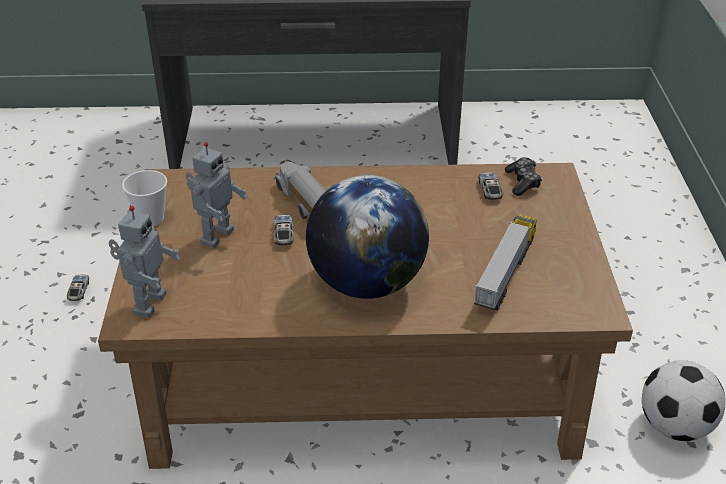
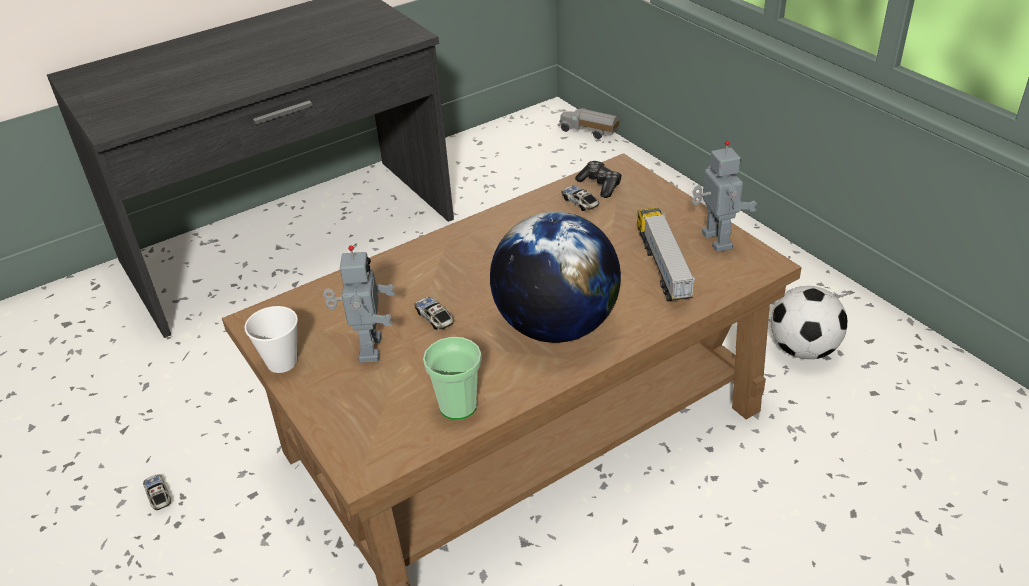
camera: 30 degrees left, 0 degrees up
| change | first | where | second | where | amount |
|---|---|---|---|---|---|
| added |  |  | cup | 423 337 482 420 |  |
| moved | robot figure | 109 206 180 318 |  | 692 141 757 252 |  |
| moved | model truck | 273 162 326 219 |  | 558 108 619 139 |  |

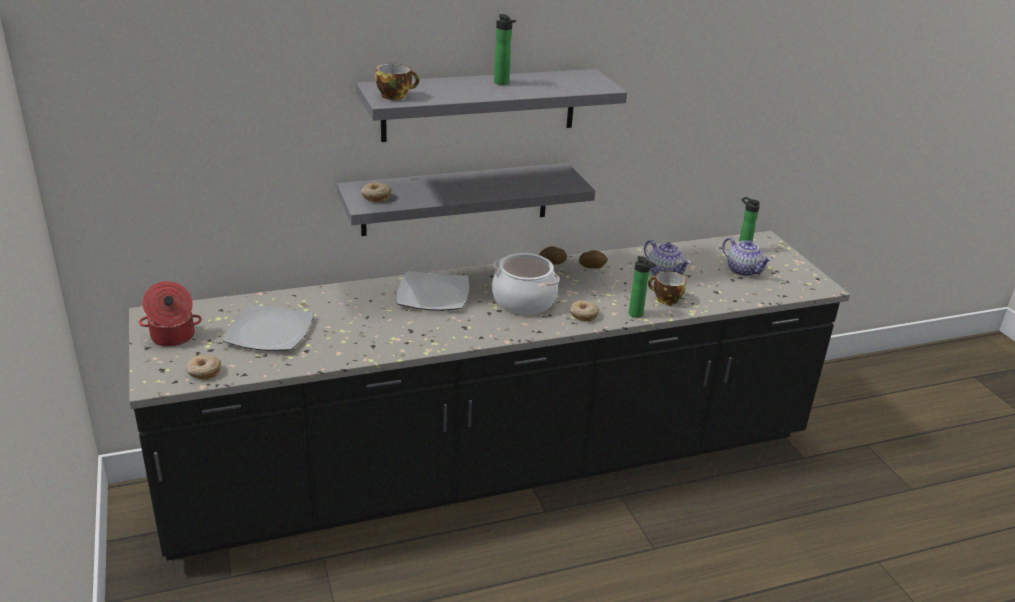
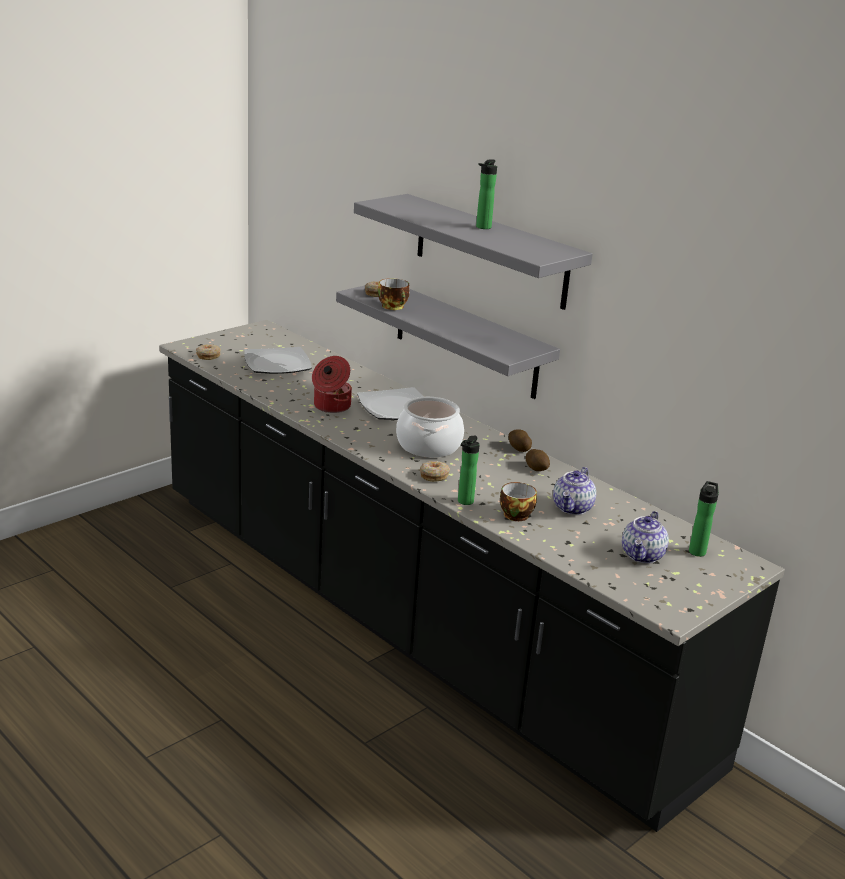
camera: 65 degrees right, 5 degrees down
| change | first | where | second | where | amount |
|---|---|---|---|---|---|
| moved | saucepot | 139 281 202 347 |  | 312 356 352 413 |  |
| moved | cup | 375 64 419 100 |  | 378 278 410 310 |  |

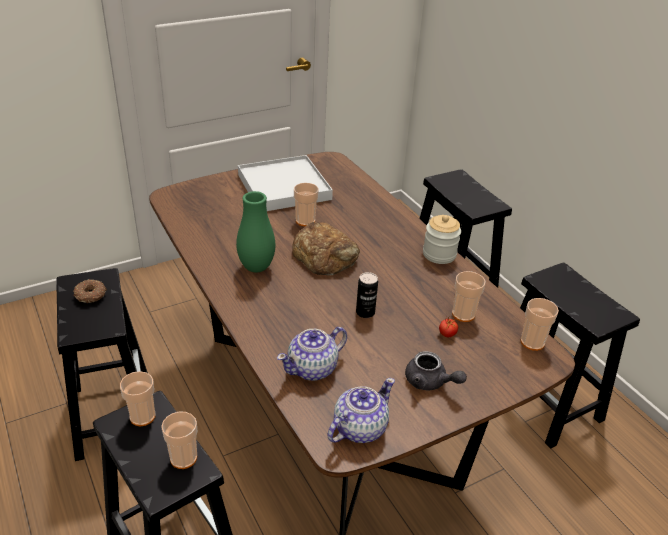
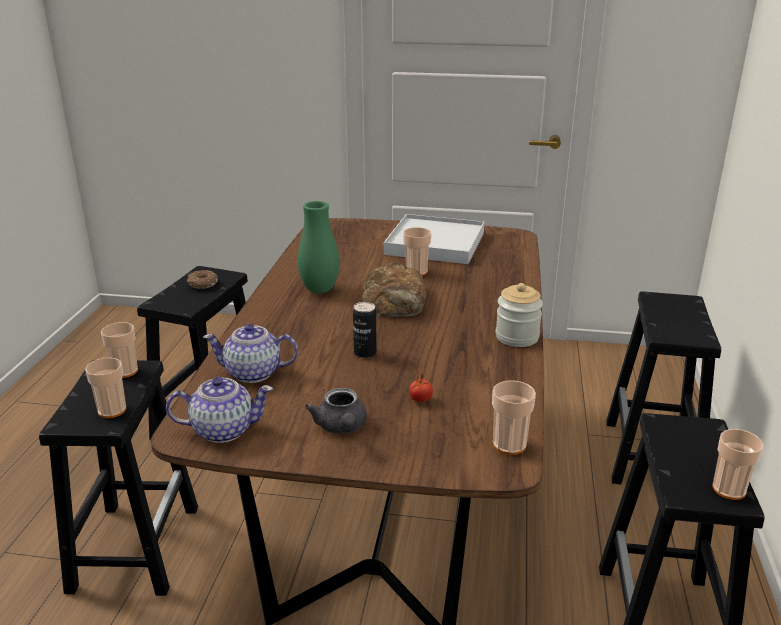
camera: 40 degrees right, 10 degrees down
| change | first | where | second | where | amount |
|---|---|---|---|---|---|
| moved | cup | 452 271 485 322 |  | 712 429 764 500 |  |

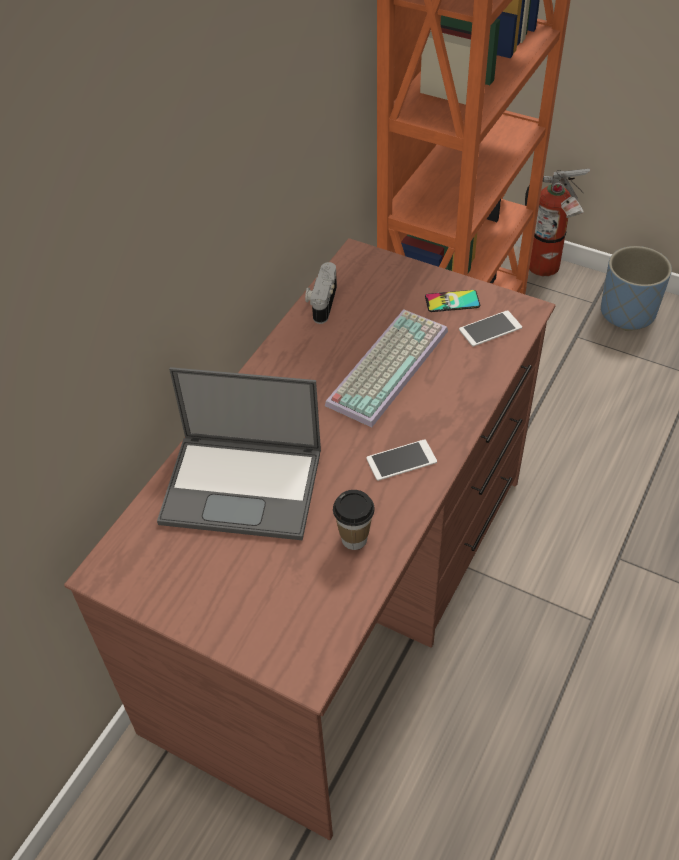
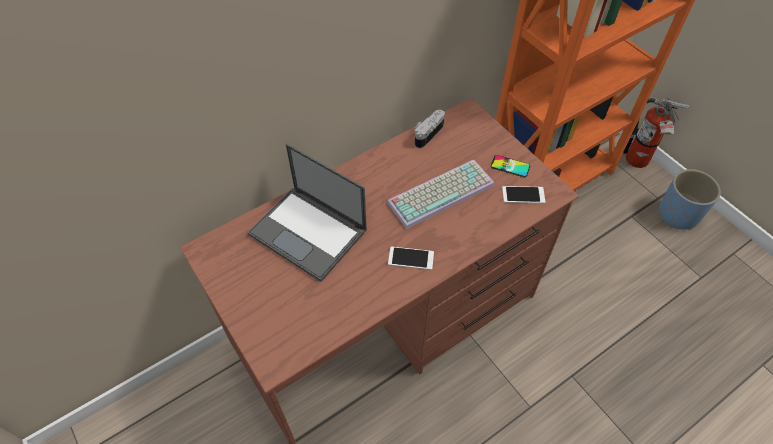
camera: 25 degrees right, 5 degrees up
| change | first | where | second | where | amount |
|---|---|---|---|---|---|
| removed | cup | 333 490 375 550 |  |  |  |

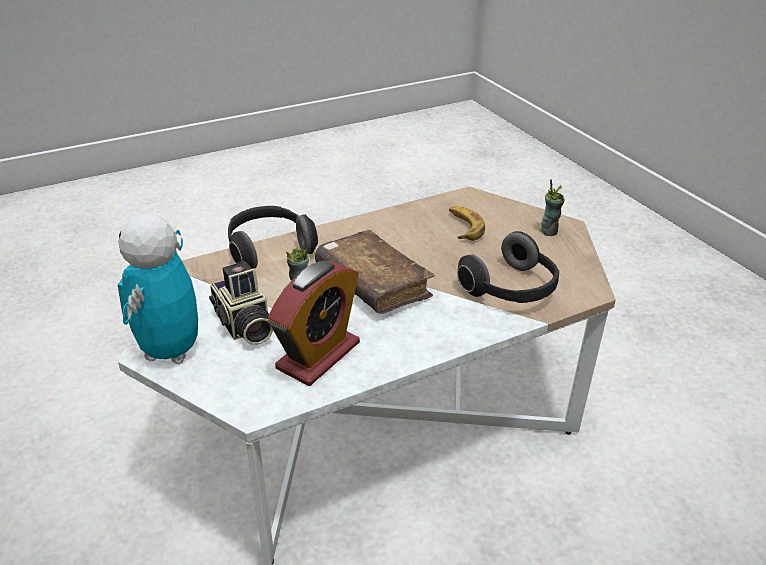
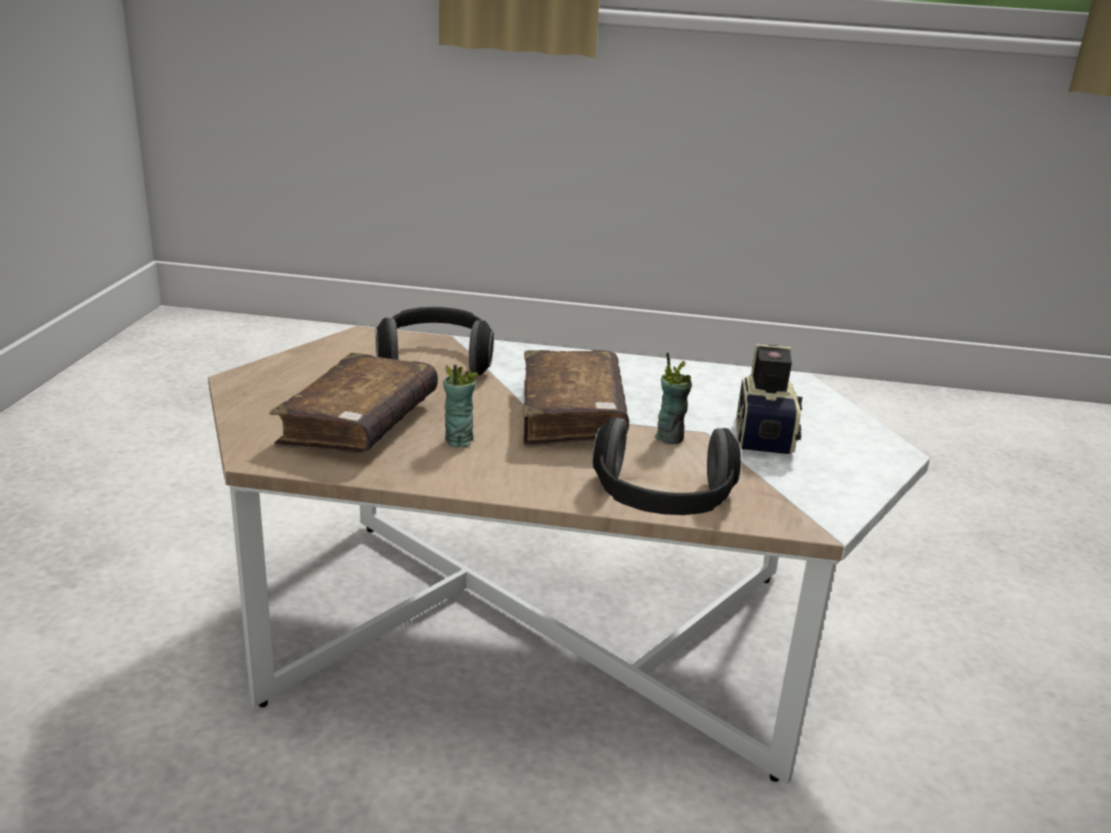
camera: 145 degrees left, 10 degrees down
| change | first | where | second | where | amount |
|---|---|---|---|---|---|
| removed | robot figure | 118 214 198 364 |  |  |  |
| removed | alarm clock | 268 261 360 386 |  |  |  |
| moved | cup | 540 179 564 236 |  | 443 364 478 447 |  |
| replaced | whole banana | 449 206 485 241 | bound book in brownish | 269 353 438 453 |  |

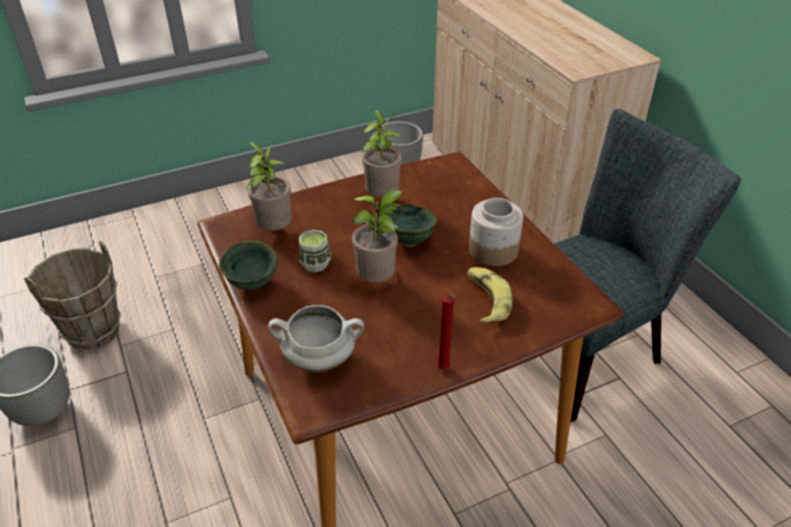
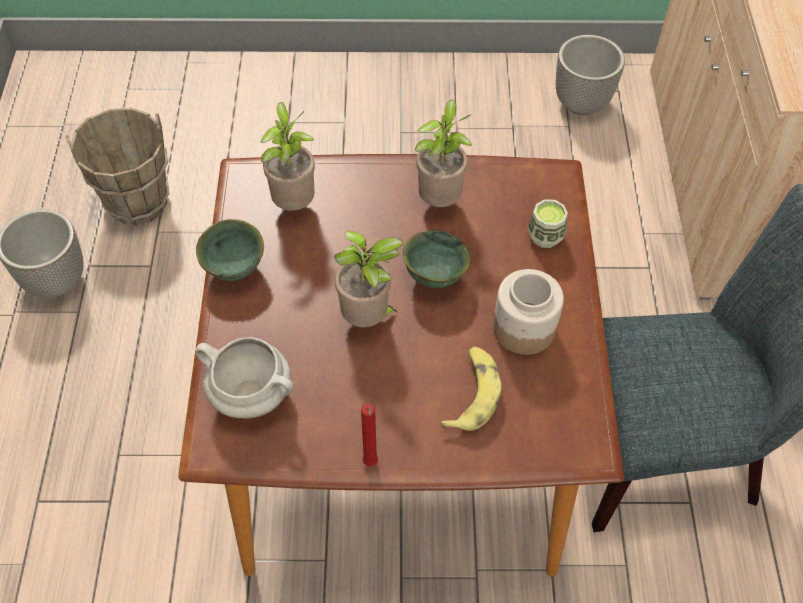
camera: 25 degrees right, 15 degrees up
| change | first | where | second | where | amount |
|---|---|---|---|---|---|
| moved | cup | 299 230 331 272 |  | 527 199 568 248 |  |

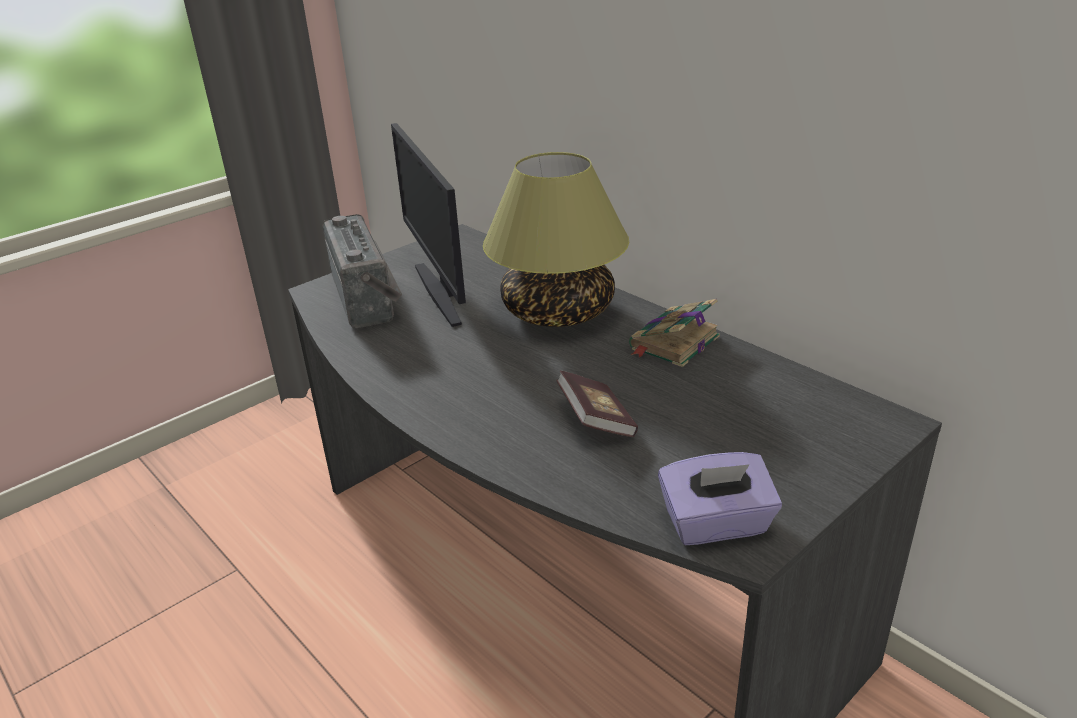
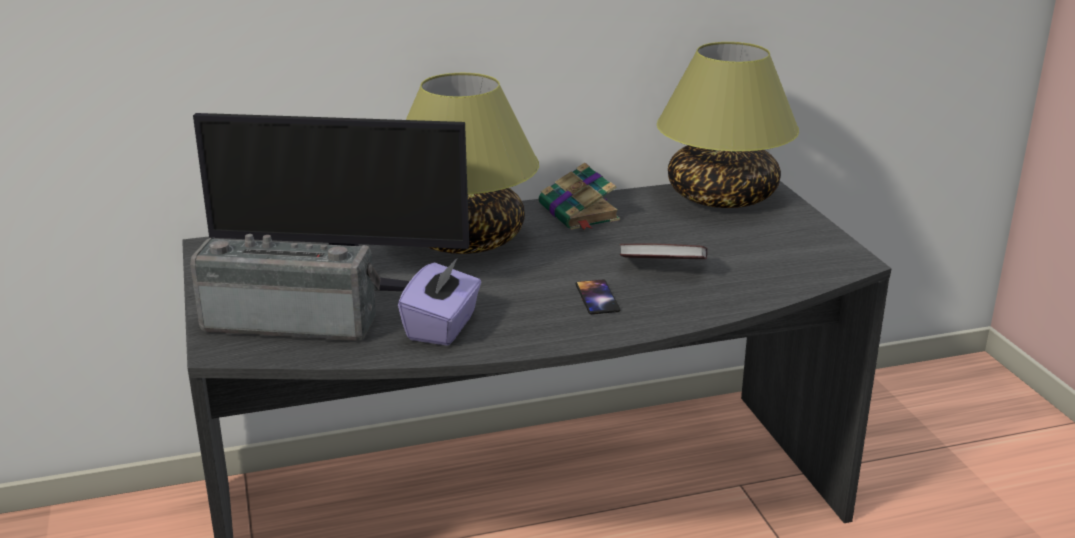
camera: 65 degrees left, 5 degrees down
| change | first | where | second | where | amount |
|---|---|---|---|---|---|
| added |  |  | telephone | 575 280 620 314 |  |
| added |  |  | lamp for a table | 657 42 799 208 |  |
| moved | tissue box in purplish | 658 452 782 545 |  | 398 259 481 346 |  |

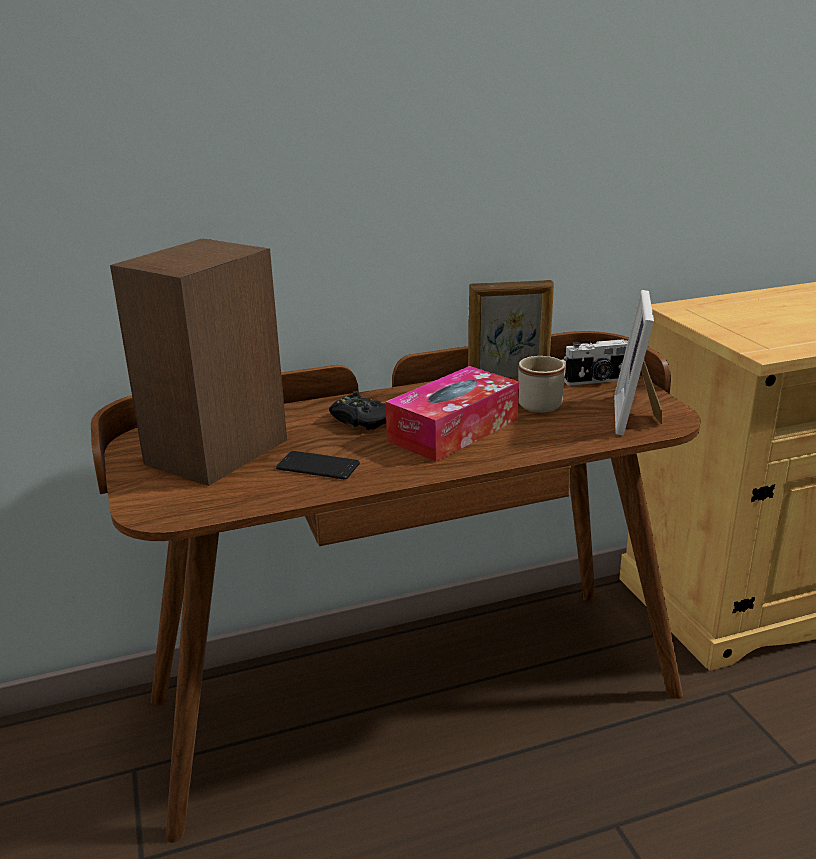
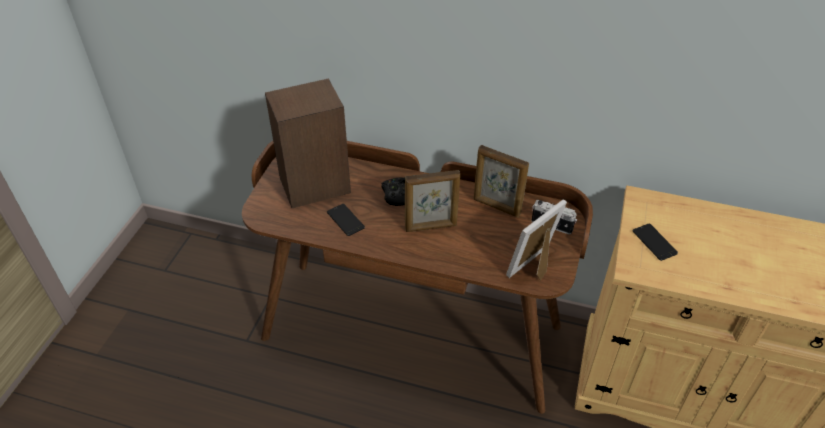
camera: 35 degrees right, 20 degrees up
| change | first | where | second | where | amount |
|---|---|---|---|---|---|
| removed | mug in beige | 518 356 566 413 |  |  |  |
| added |  |  | telephone | 633 224 678 261 |  |
| replaced | tissue box | 386 366 519 462 | picture frame | 405 170 460 232 |  |

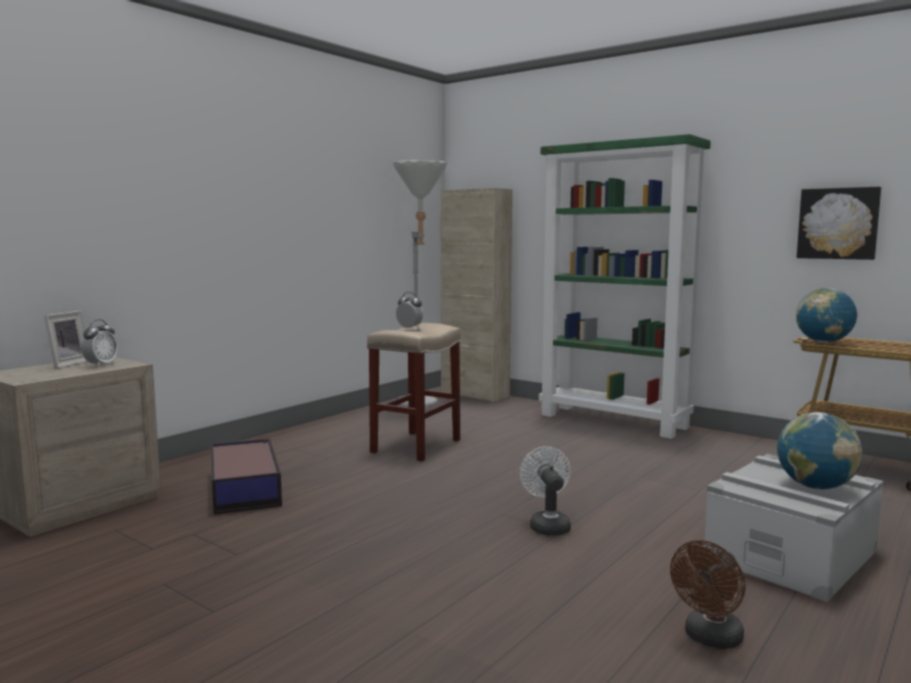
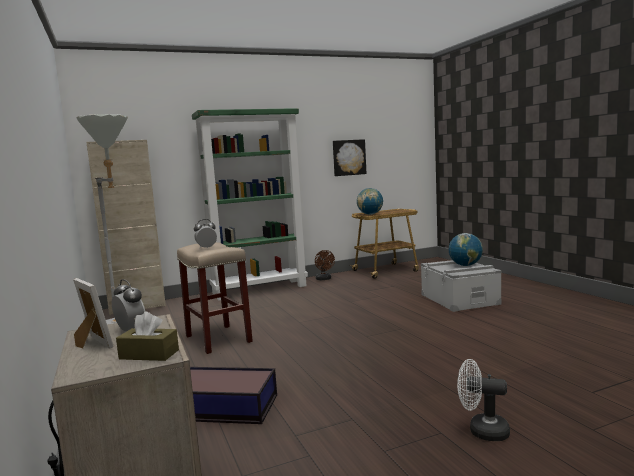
camera: 60 degrees left, 0 degrees up
| change | first | where | second | where | amount |
|---|---|---|---|---|---|
| added |  |  | tissue box in brownish | 116 312 179 361 |  |
| moved | electric fan in white | 520 446 571 536 |  | 457 359 510 441 |  |
| moved | electric fan in brownish | 670 540 745 649 |  | 315 250 335 280 |  |

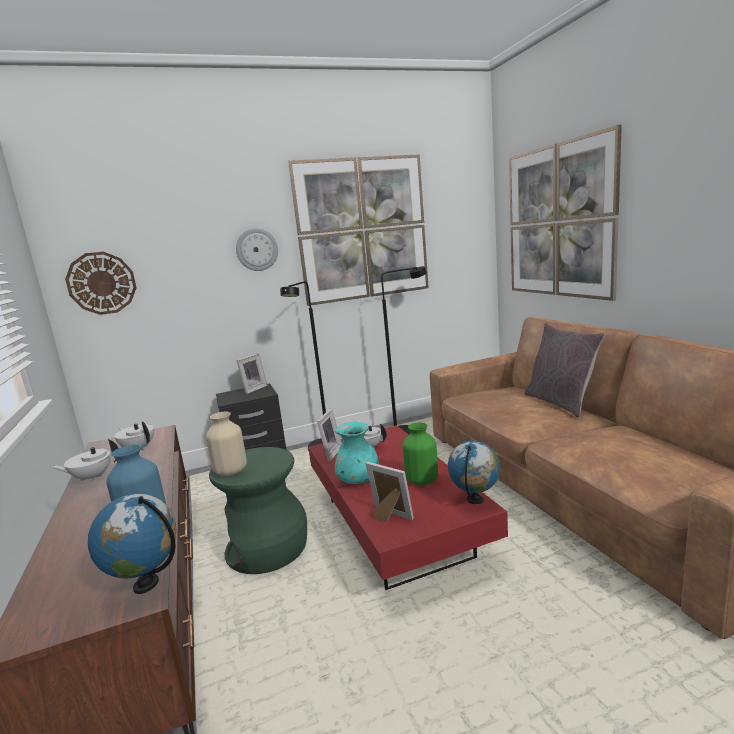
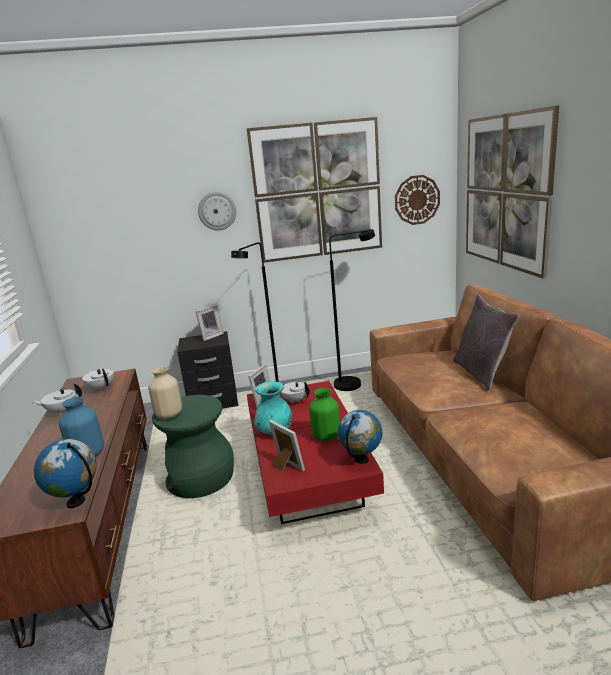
camera: 10 degrees right, 5 degrees up
| change | first | where | second | where | amount |
|---|---|---|---|---|---|
| moved | clock on the wall | 65 252 136 315 |  | 395 175 440 225 |  |

